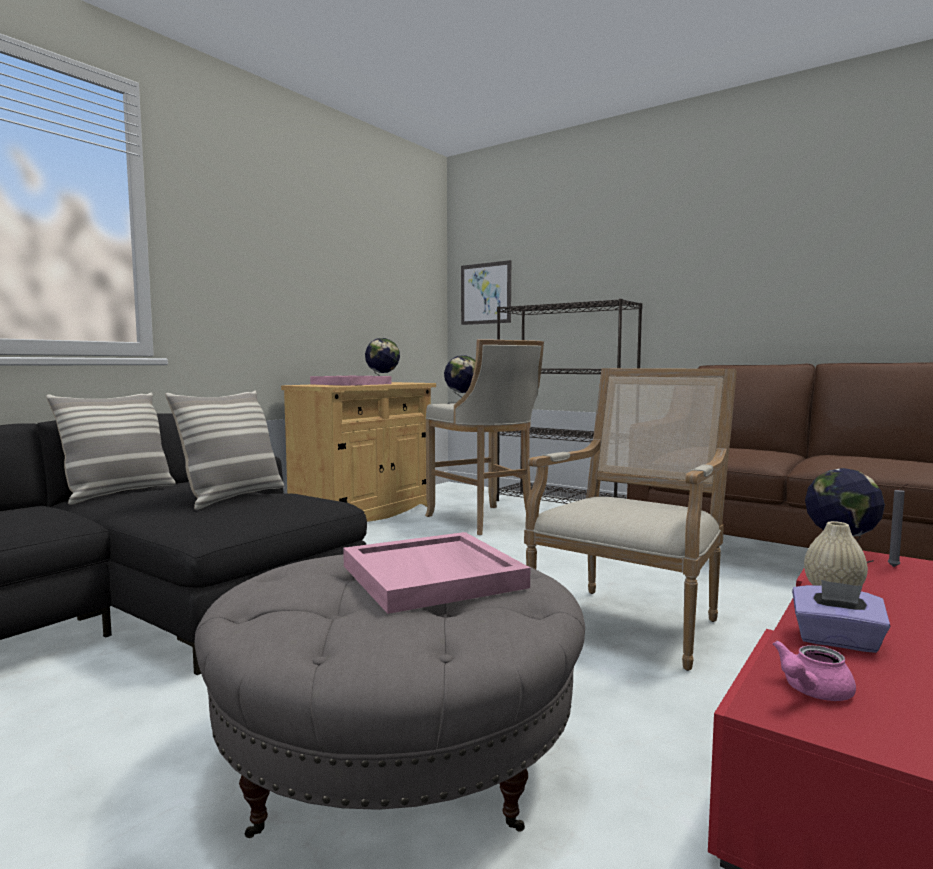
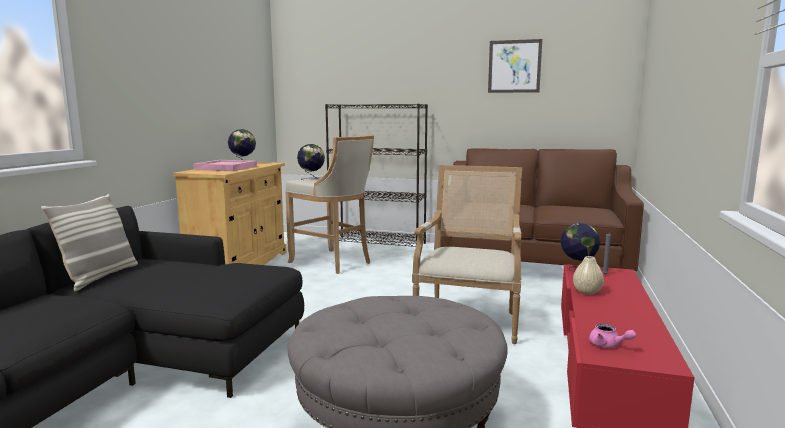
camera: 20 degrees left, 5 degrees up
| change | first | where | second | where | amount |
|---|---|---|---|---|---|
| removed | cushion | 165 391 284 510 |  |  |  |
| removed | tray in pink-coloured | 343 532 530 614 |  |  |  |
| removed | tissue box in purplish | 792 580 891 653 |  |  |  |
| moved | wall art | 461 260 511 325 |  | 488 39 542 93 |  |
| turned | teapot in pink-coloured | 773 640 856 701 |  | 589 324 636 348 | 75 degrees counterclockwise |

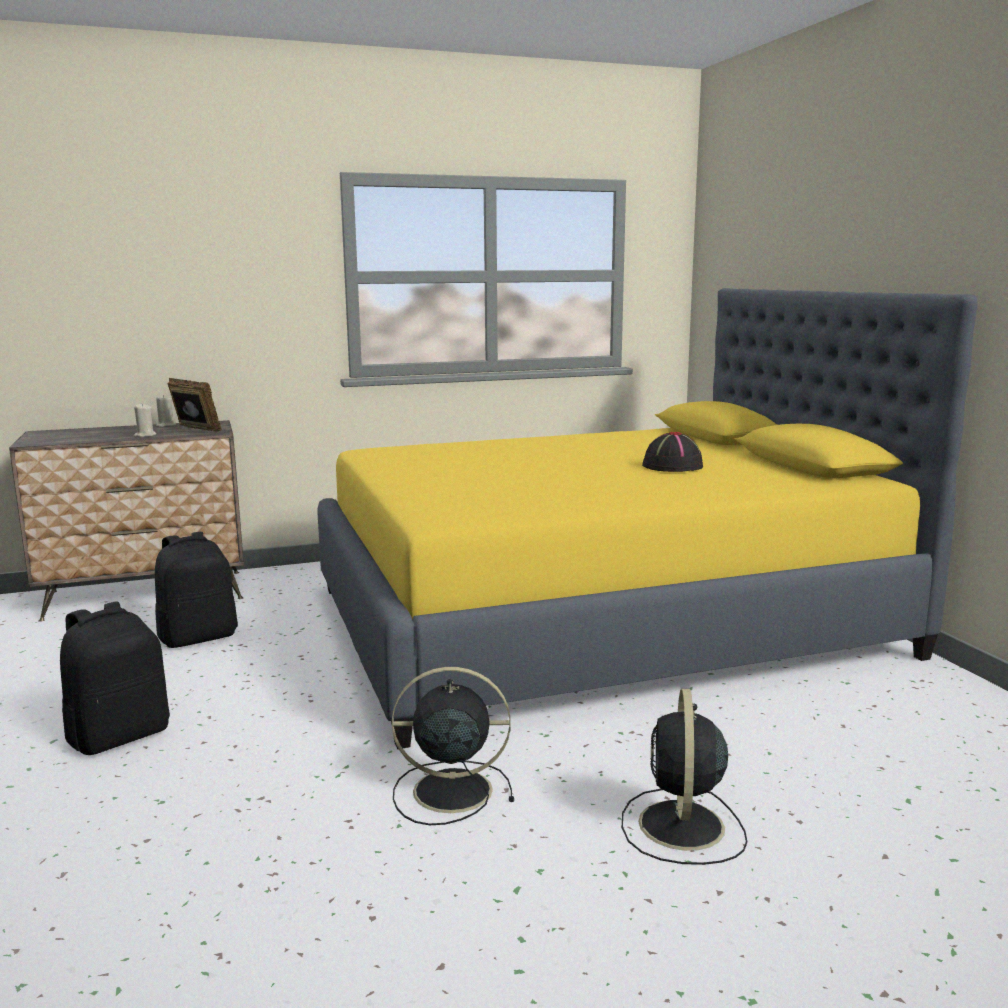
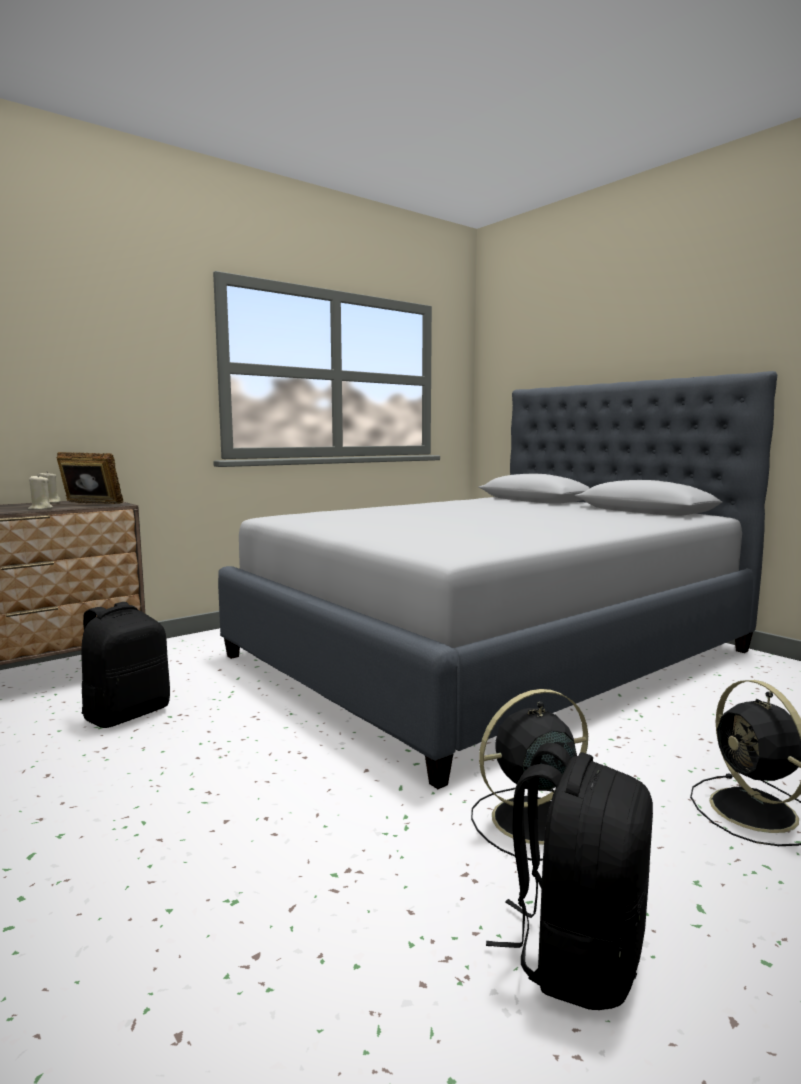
camera: 20 degrees left, 5 degrees down
| change | first | where | second | where | amount |
|---|---|---|---|---|---|
| removed | wearable hat in blackish | 642 432 703 472 |  |  |  |
| moved | rucksack in blackish | 60 601 170 755 |  | 486 743 653 1010 |  |
| recoloured | bedroom bed in yellowish | 317 288 978 749 | bedroom bed in grey | 218 371 777 789 |  |

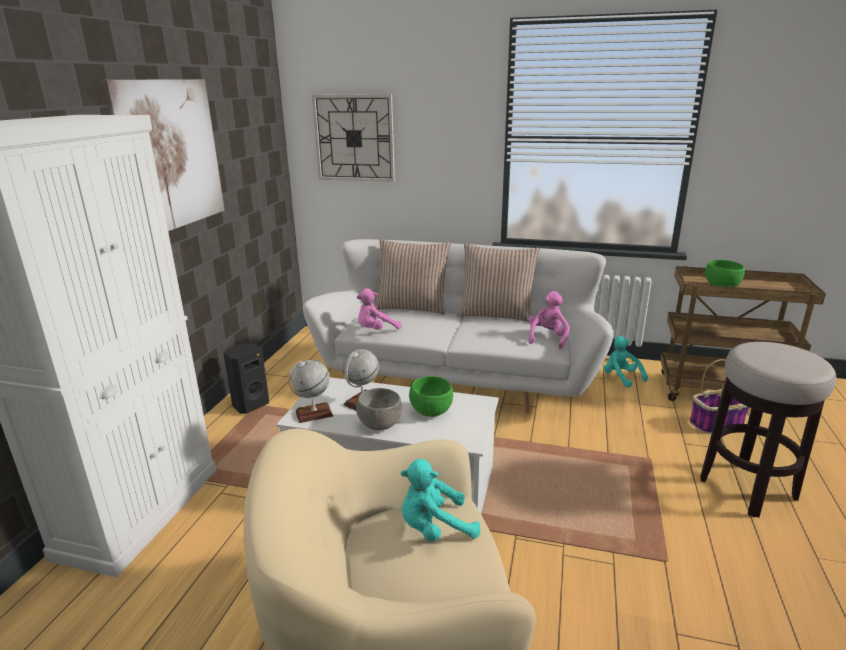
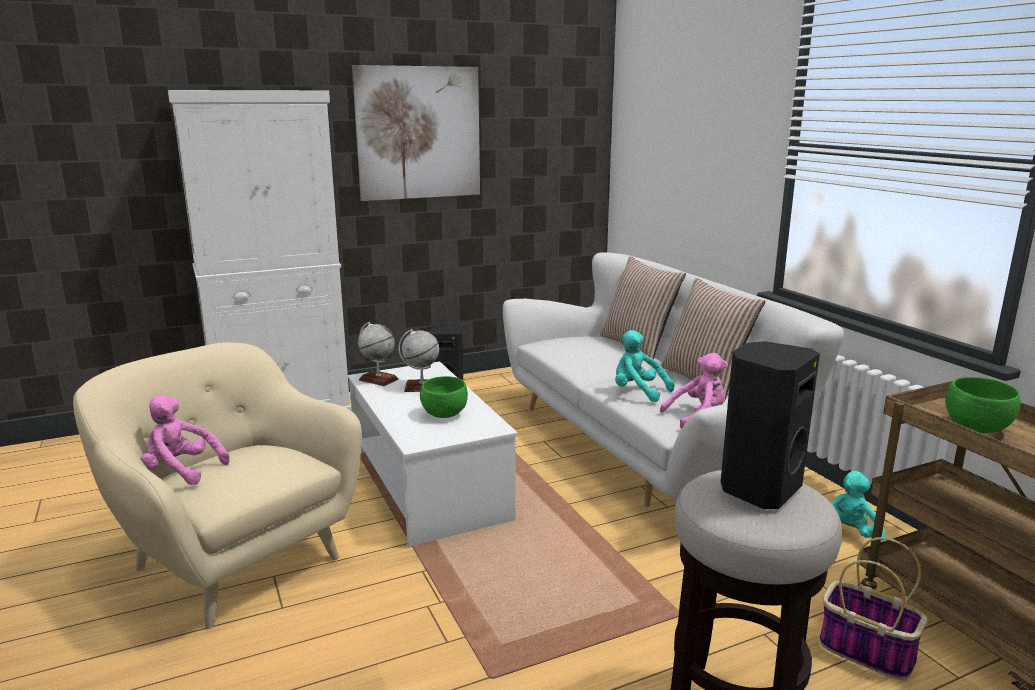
camera: 50 degrees right, 5 degrees down
| change | first | where | second | where | amount |
|---|---|---|---|---|---|
| removed | clock on the wall | 312 94 395 182 |  |  |  |
| removed | serving bowl in grey | 356 388 402 430 |  |  |  |
| added |  |  | speaker in blackish | 720 341 820 509 |  |
| moved | plush toy in pink-coloured | 356 288 402 330 |  | 140 395 230 485 |  |
| moved | plush toy in turquoise-coloured | 401 459 481 542 |  | 615 330 675 402 |  |

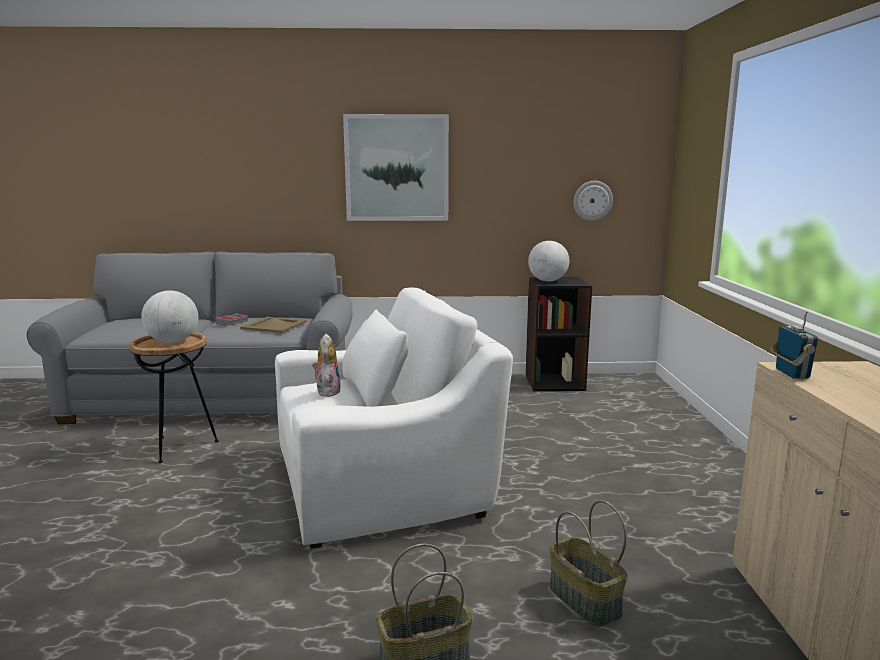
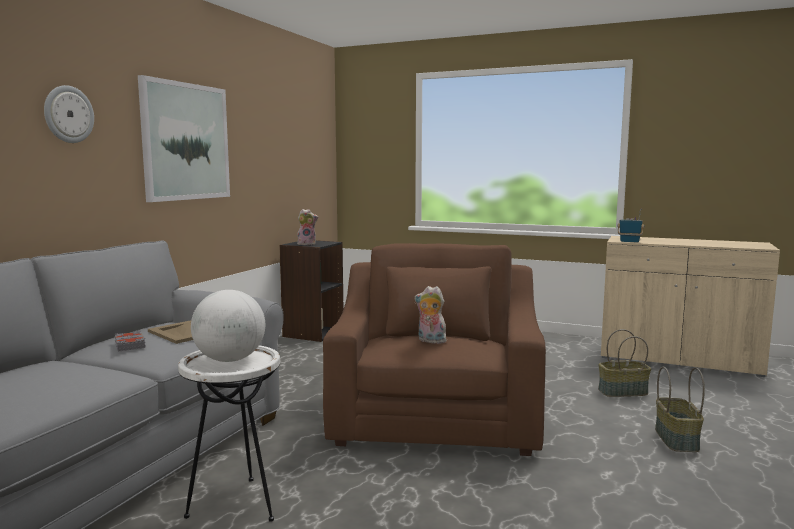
camera: 65 degrees left, 5 degrees down
| change | first | where | second | where | amount |
|---|---|---|---|---|---|
| moved | clock on the wall | 574 181 613 221 |  | 44 85 94 143 |  |
| replaced | world globe | 528 241 569 282 | plush toy | 297 209 318 245 |  |
| recoloured | end table in brownish | 130 332 219 463 | end table in white | 178 345 280 522 |  |
| recoloured | easy chair in white | 275 287 513 549 | easy chair in brownish | 323 243 546 456 |  |

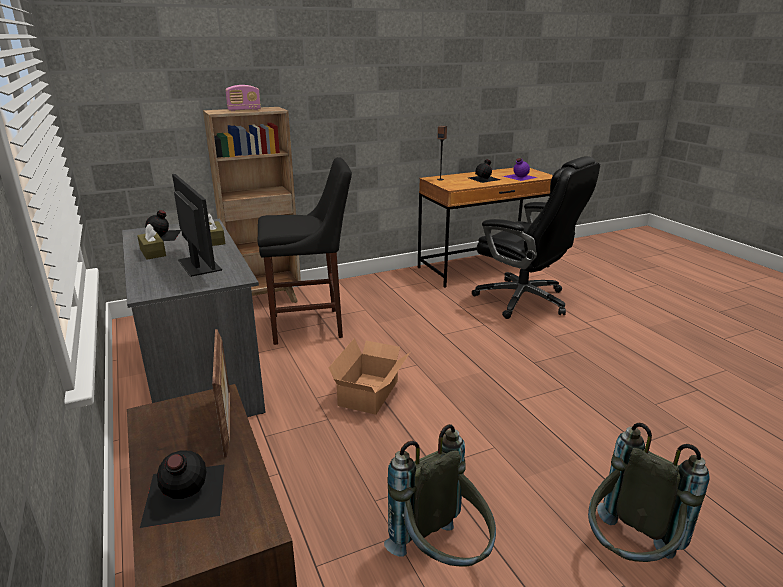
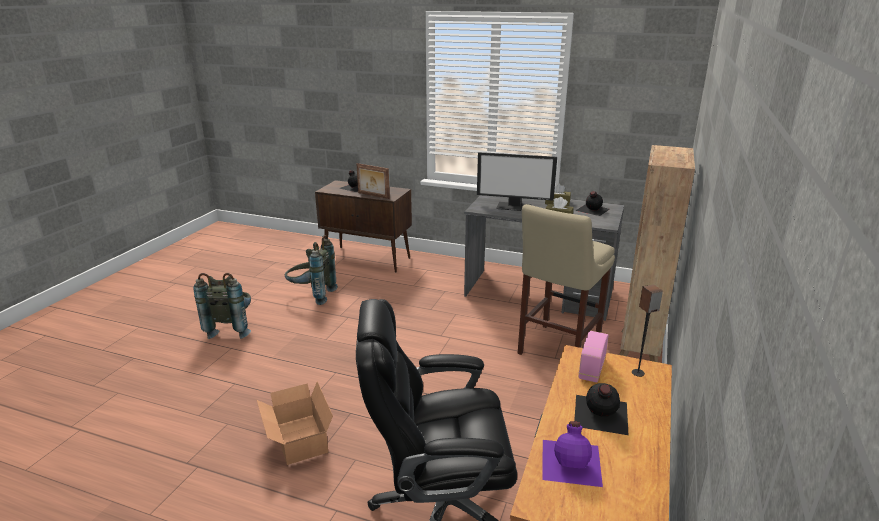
camera: 135 degrees right, 0 degrees up
| change | first | where | second | where | amount |
|---|---|---|---|---|---|
| moved | radio receiver | 225 85 261 111 |  | 579 331 609 383 |  |
| moved | carton | 329 338 410 415 |  | 257 381 333 465 |  |
| recoloured | sitting stool in blackish | 257 157 352 345 | sitting stool in beige | 518 204 615 355 |  |

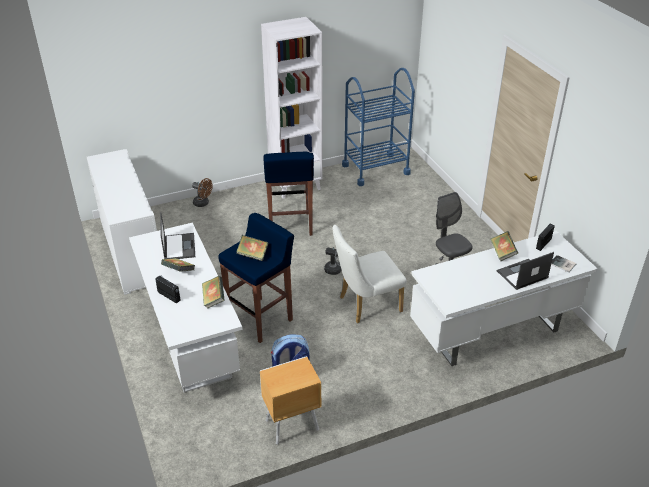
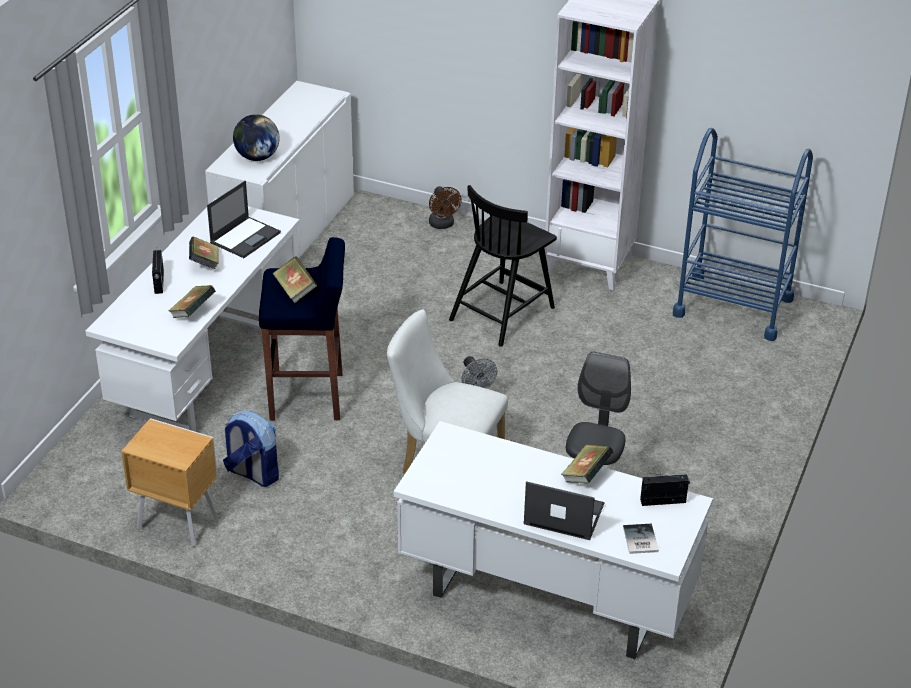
camera: 45 degrees right, 0 degrees up
| change | first | where | second | where | amount |
|---|---|---|---|---|---|
| added |  |  | world globe | 233 114 280 161 |  |
| replaced | sitting stool in blue | 263 152 314 236 | chair in blackish | 449 185 557 347 |  |

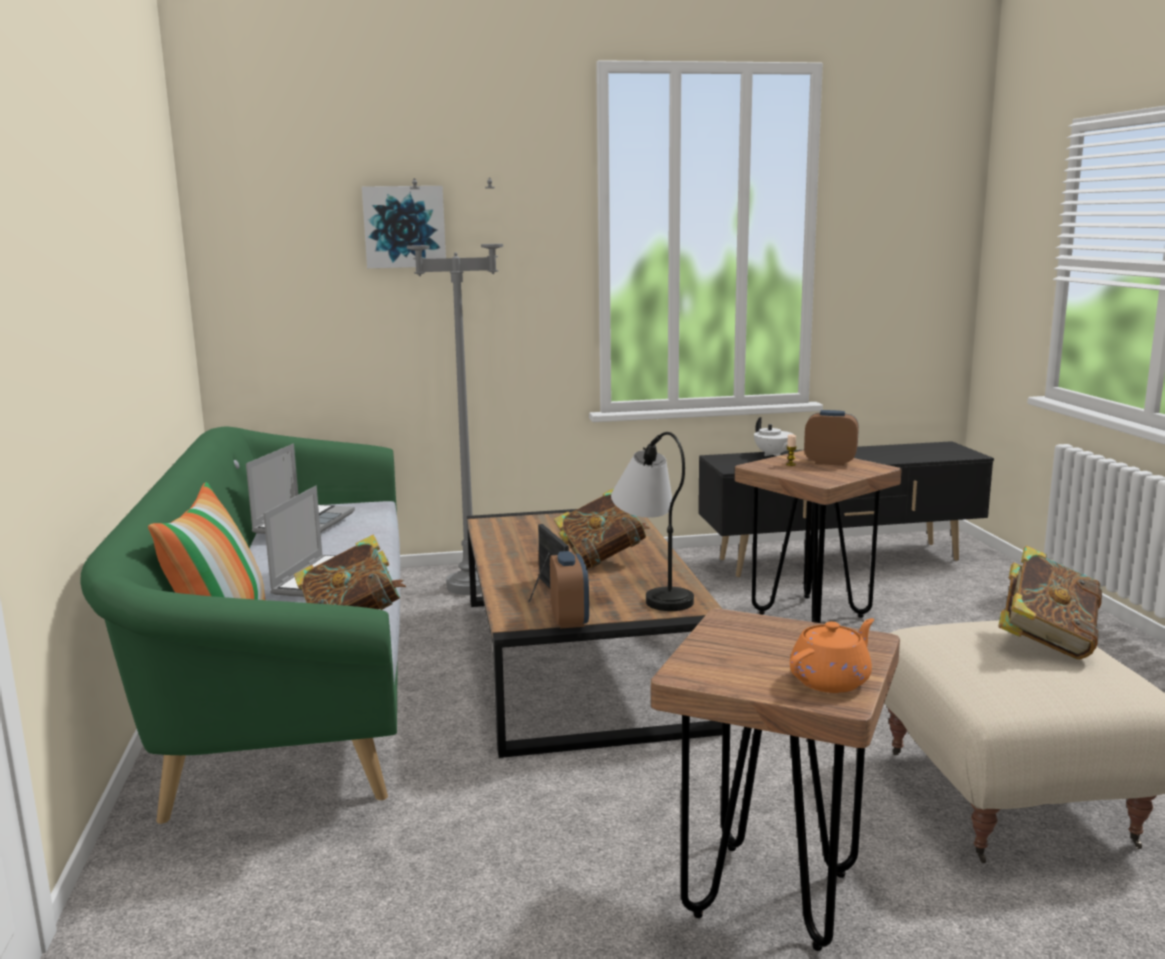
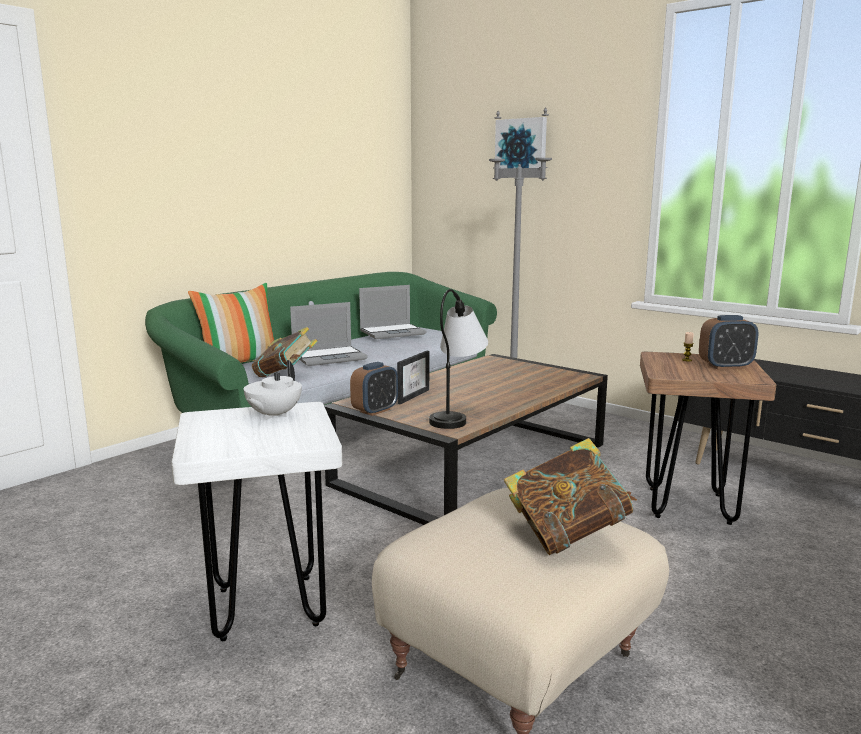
camera: 50 degrees right, 0 degrees up
| change | first | where | second | where | amount |
|---|---|---|---|---|---|
| removed | bound book | 554 488 650 569 |  |  |  |
| removed | teapot in orange-coloured | 790 618 874 693 |  |  |  |
| moved | teapot in white | 754 417 794 456 |  | 244 360 302 420 |  |
| recoloured | sitting stool in brownish | 651 609 900 951 | sitting stool in white | 171 402 343 641 |  |
| turned | alarm clock | 804 410 859 466 |  | 699 315 758 370 | 105 degrees clockwise |

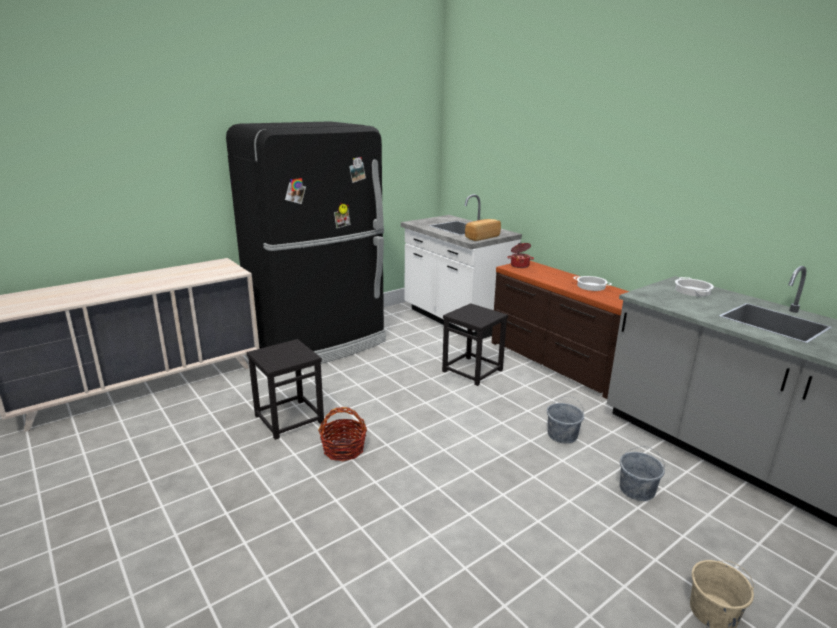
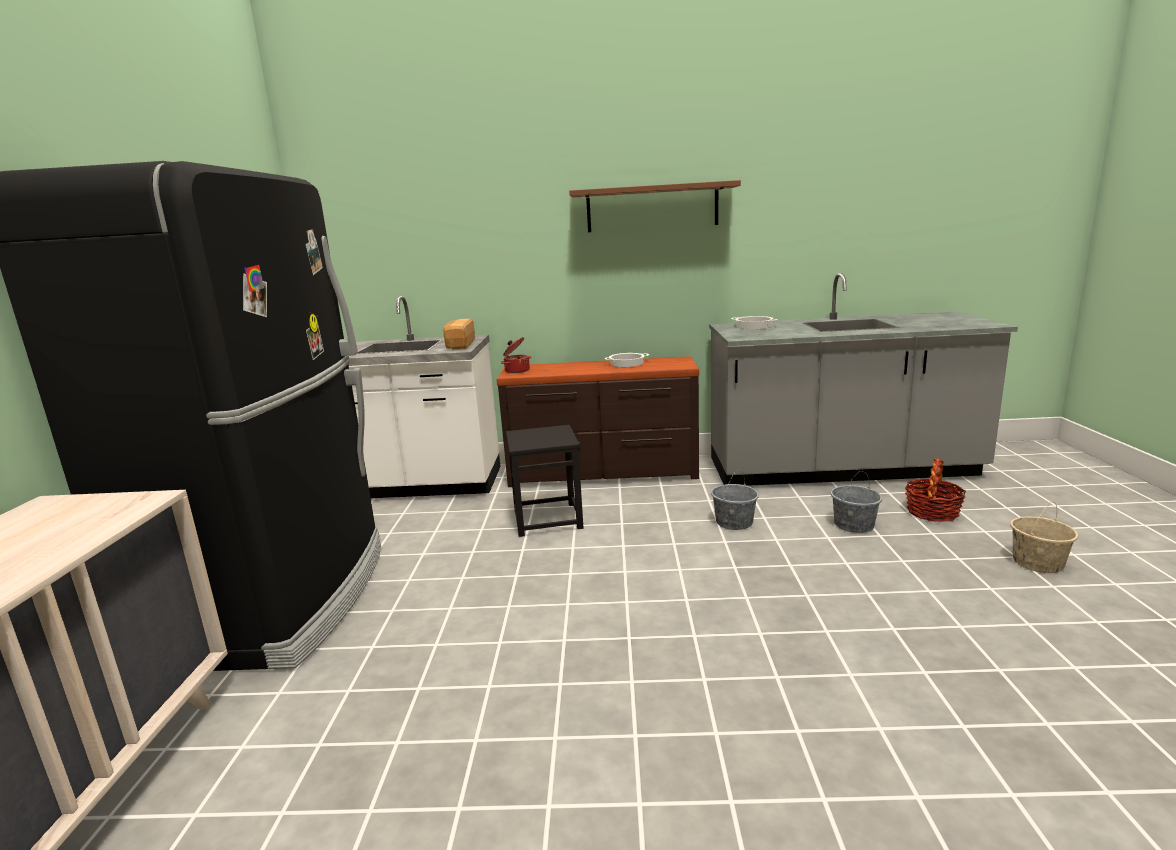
camera: 50 degrees left, 5 degrees down
| change | first | where | second | where | amount |
|---|---|---|---|---|---|
| removed | sitting stool in blackish | 247 339 324 440 |  |  |  |
| added |  |  | bracket shelf in brownish | 569 180 741 232 |  |
| moved | household basket | 318 407 367 461 |  | 905 458 966 522 |  |

